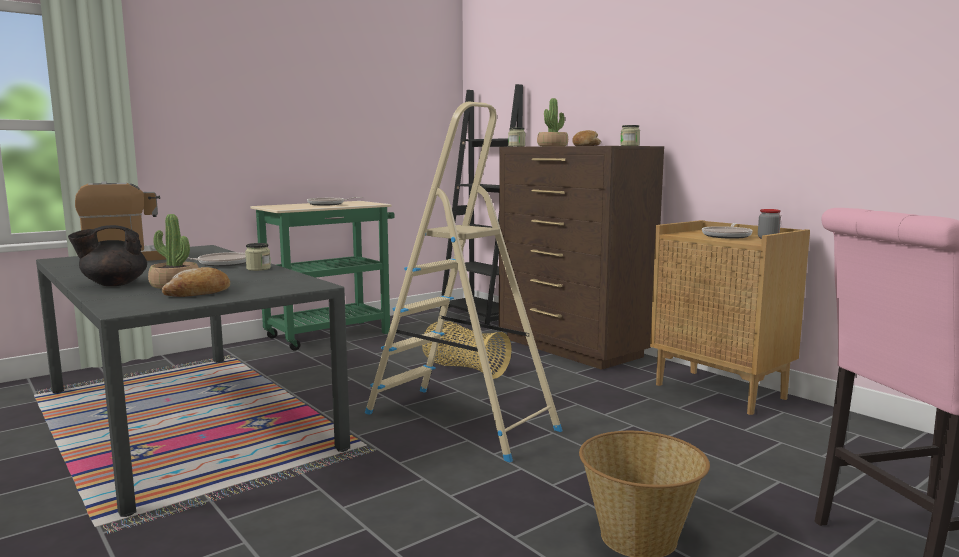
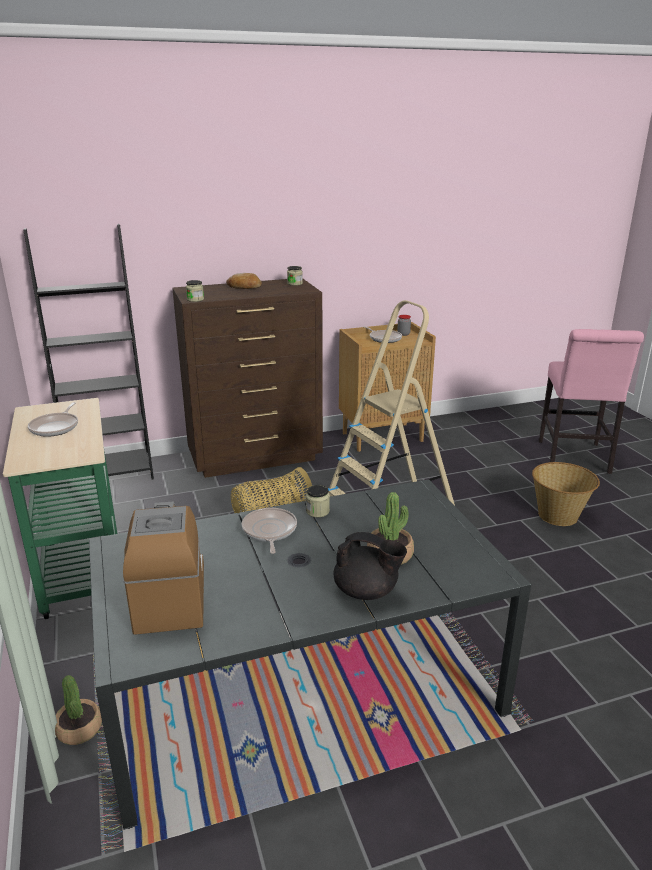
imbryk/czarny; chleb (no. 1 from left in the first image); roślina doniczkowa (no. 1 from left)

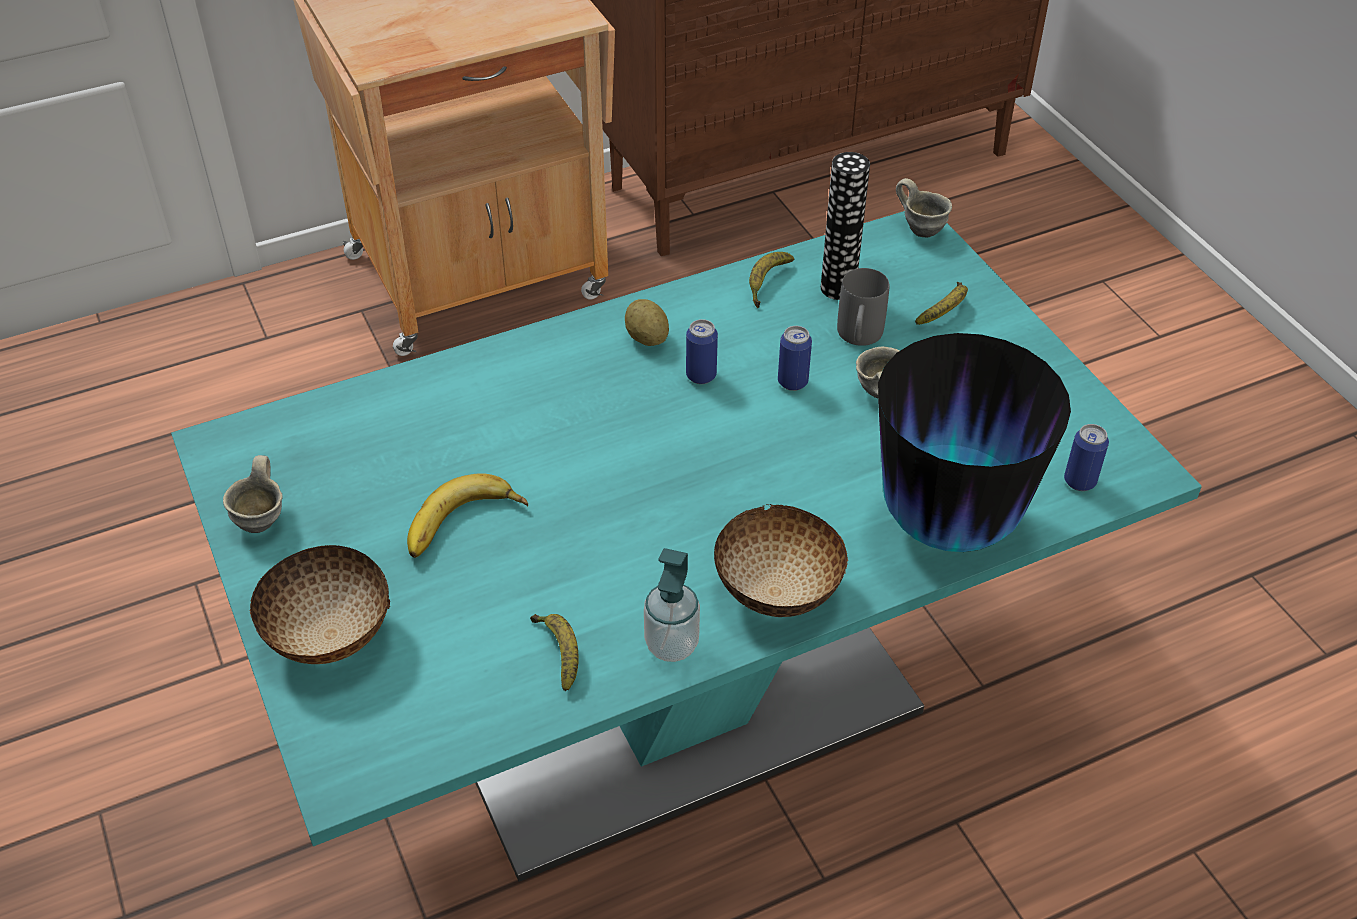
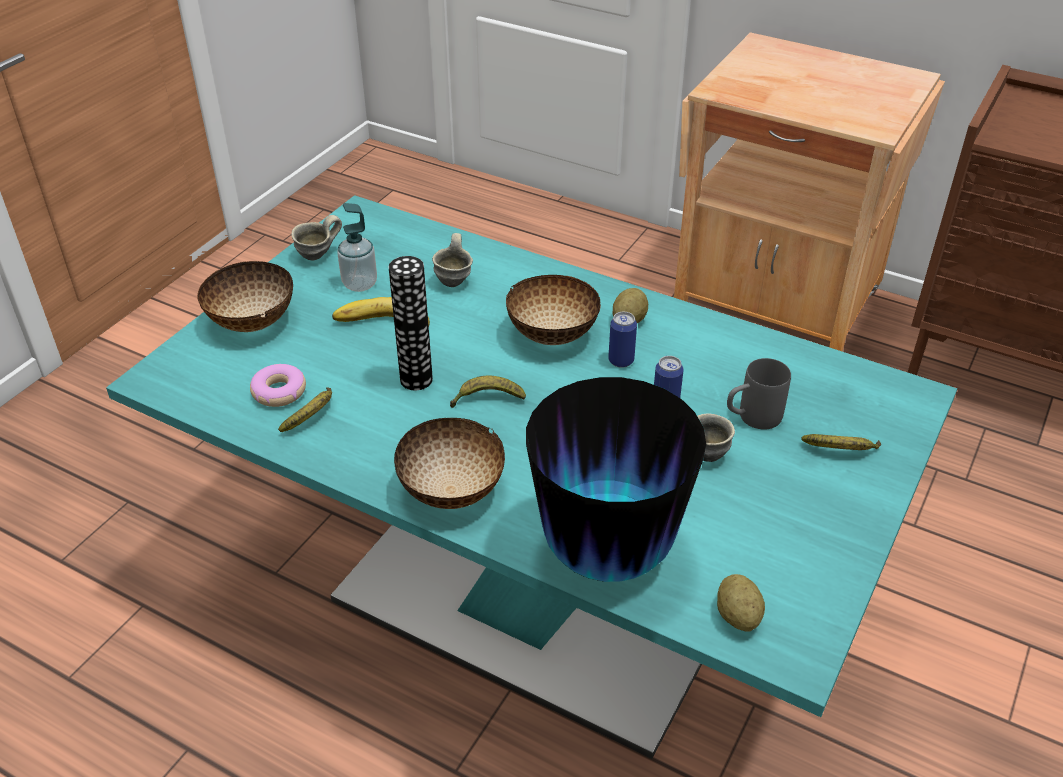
dozownik mydła; banan (no. 3 from left); wazon (no. 1 from left); kubek/szary (no. 2 from left); ziemniak (no. 2 from left); donut; miska (no. 3 from left)

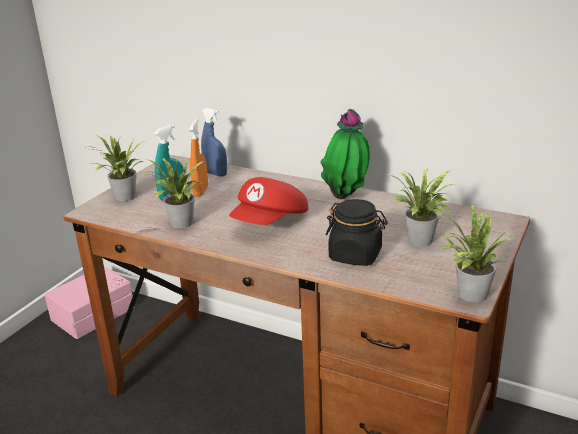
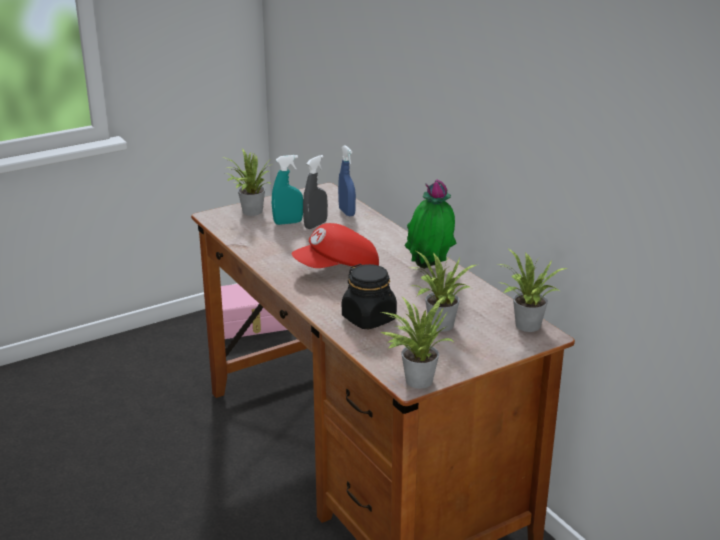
roślina doniczkowa (no. 5 from left); spryskiwacz/szary

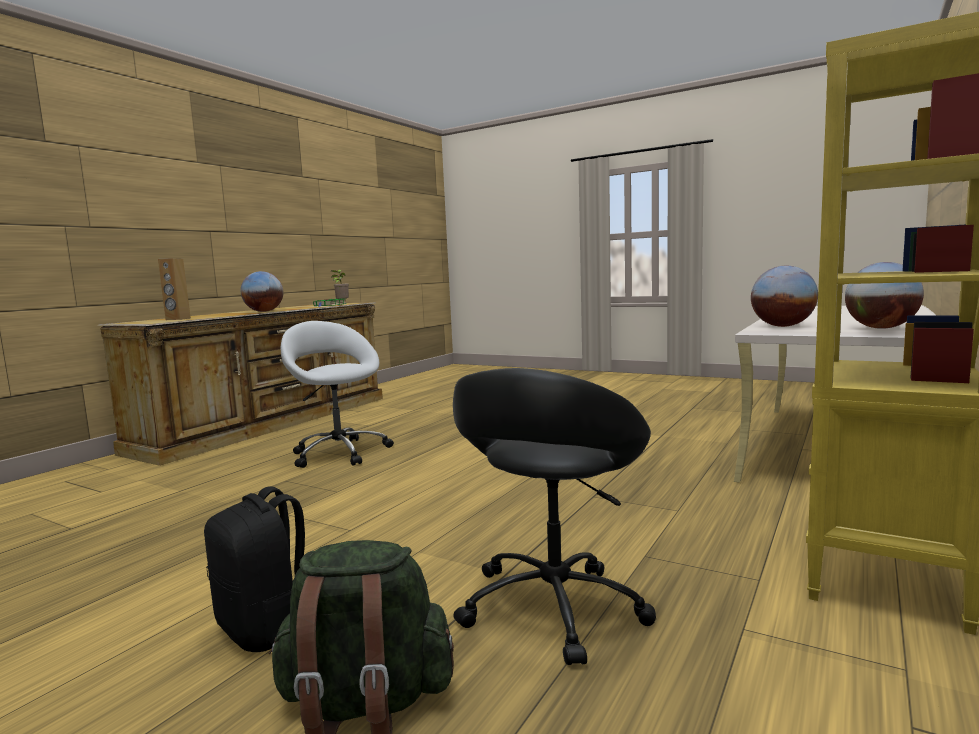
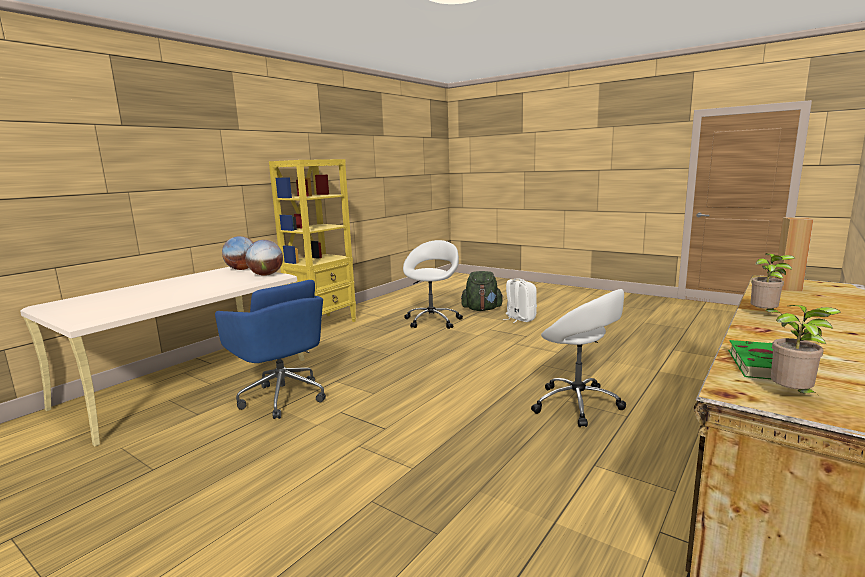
plecak/biały; roślina doniczkowa (no. 1 from left); krzesło biurowe/biały (no. 1 from left); krzesło biurowe/niebieski

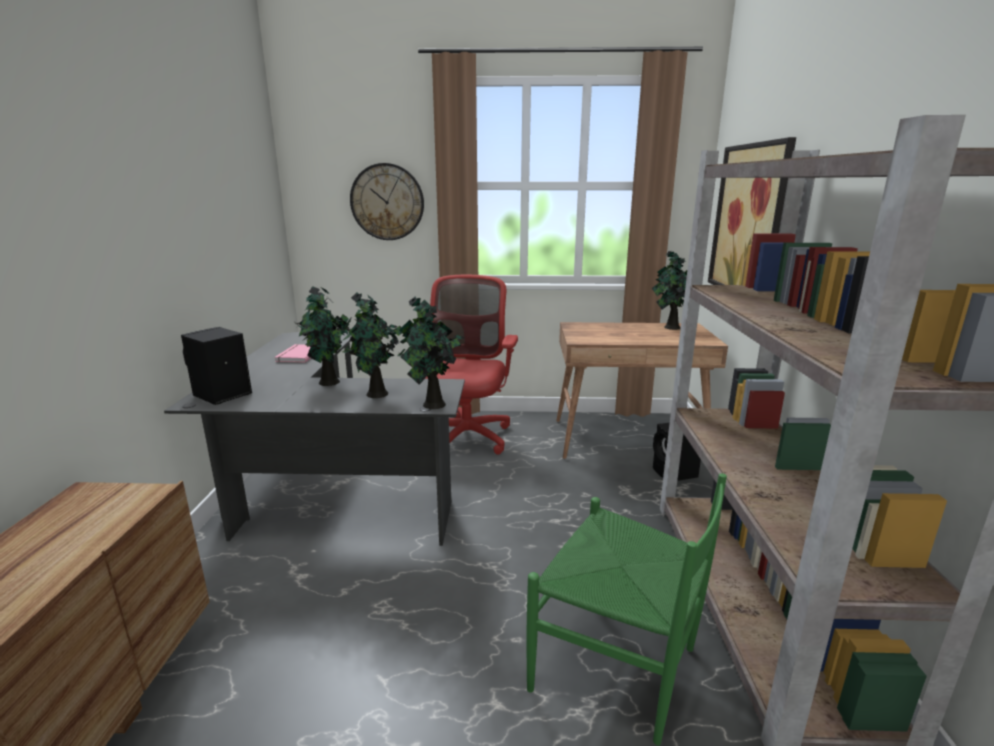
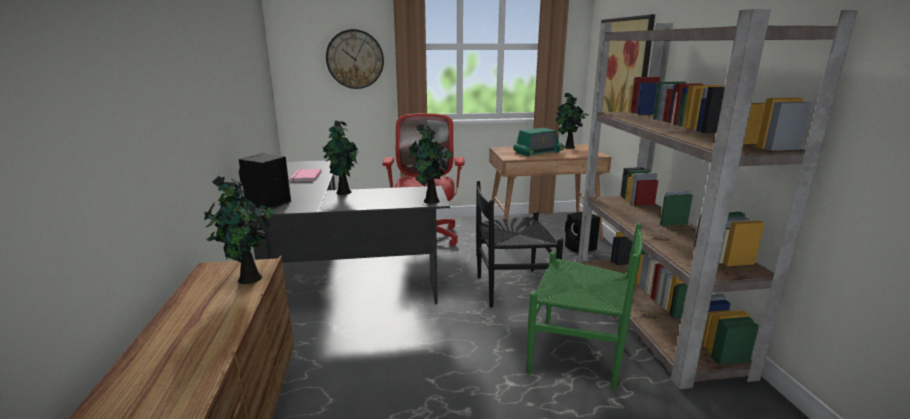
roślina doniczkowa (no. 1 from left); krzesło/czarny; radio

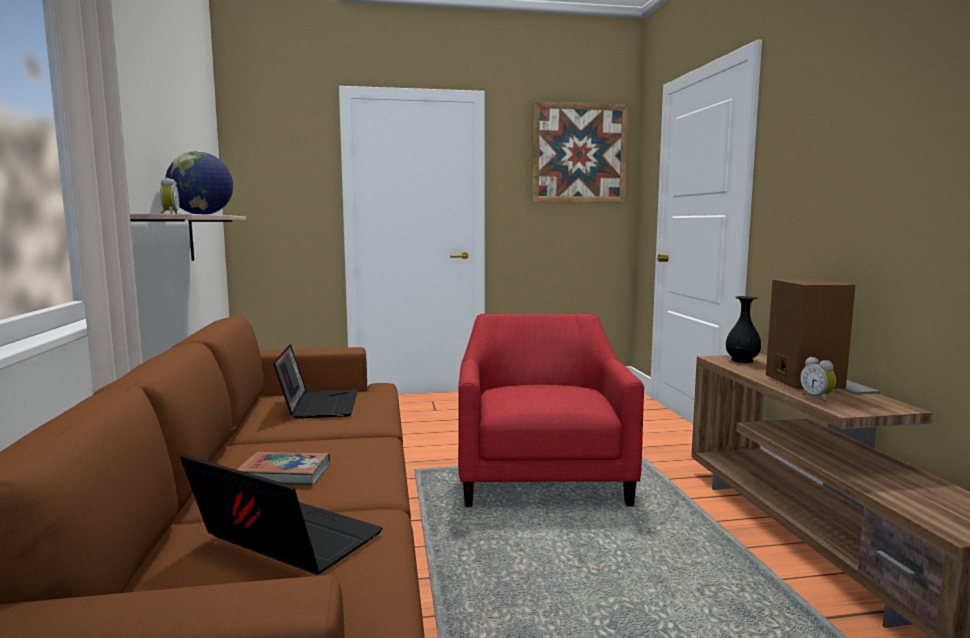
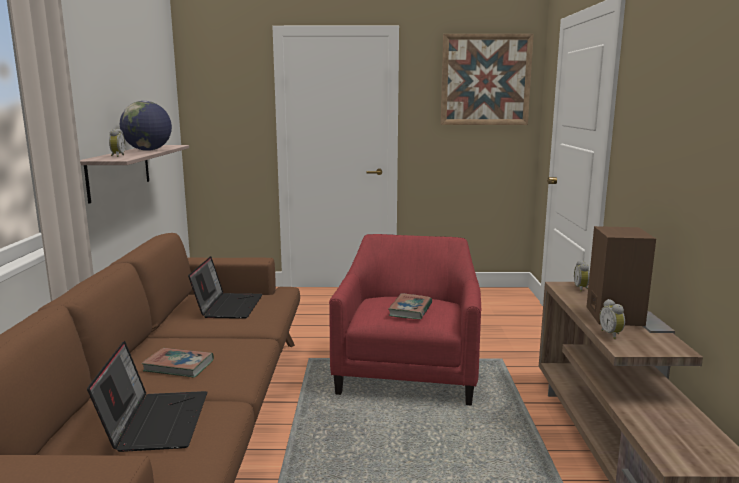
laptop (no. 1 from left); budzik (no. 2 from left); książka (no. 2 from left)

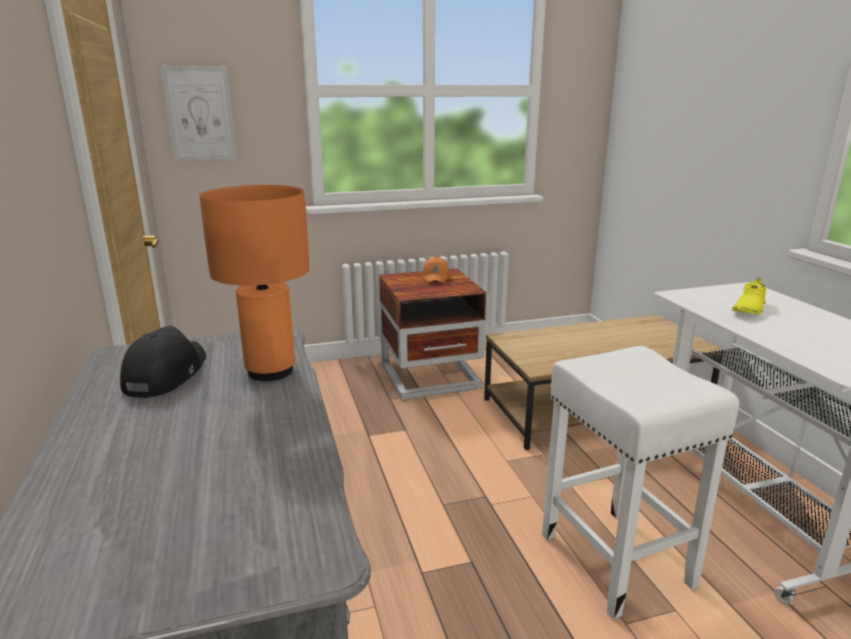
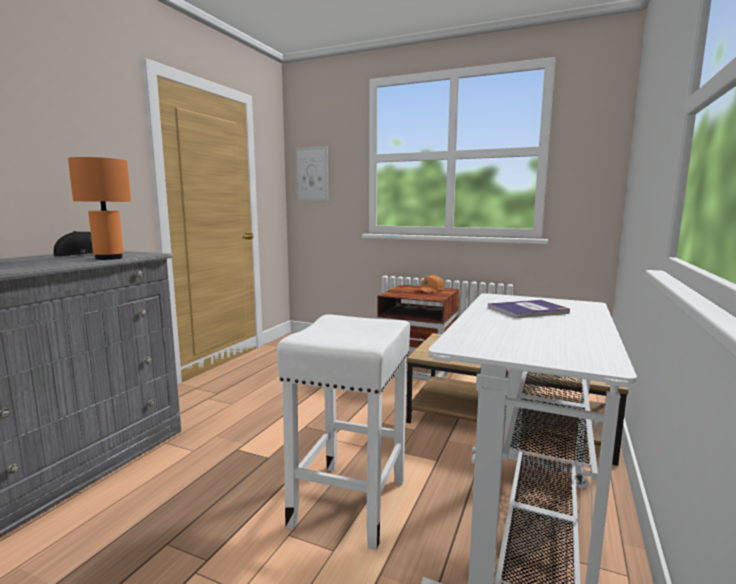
książka

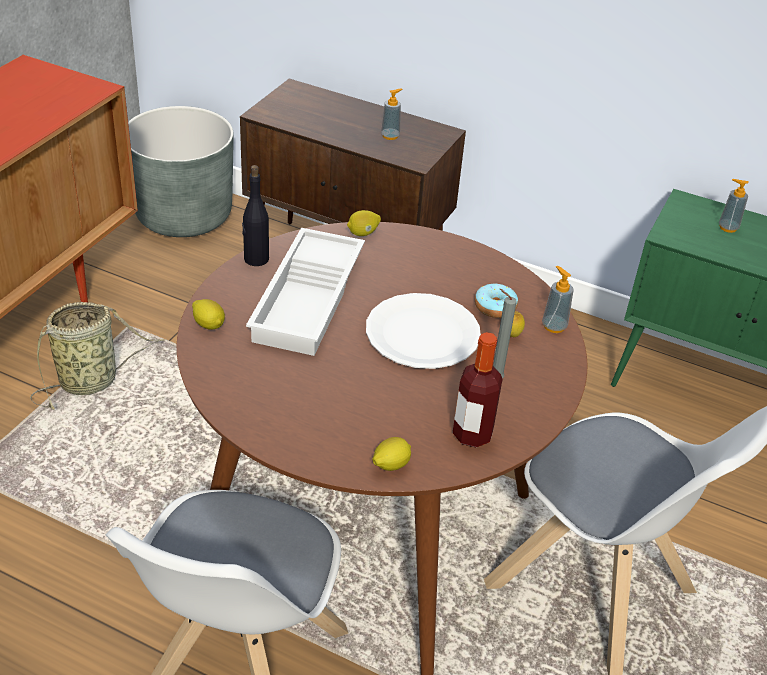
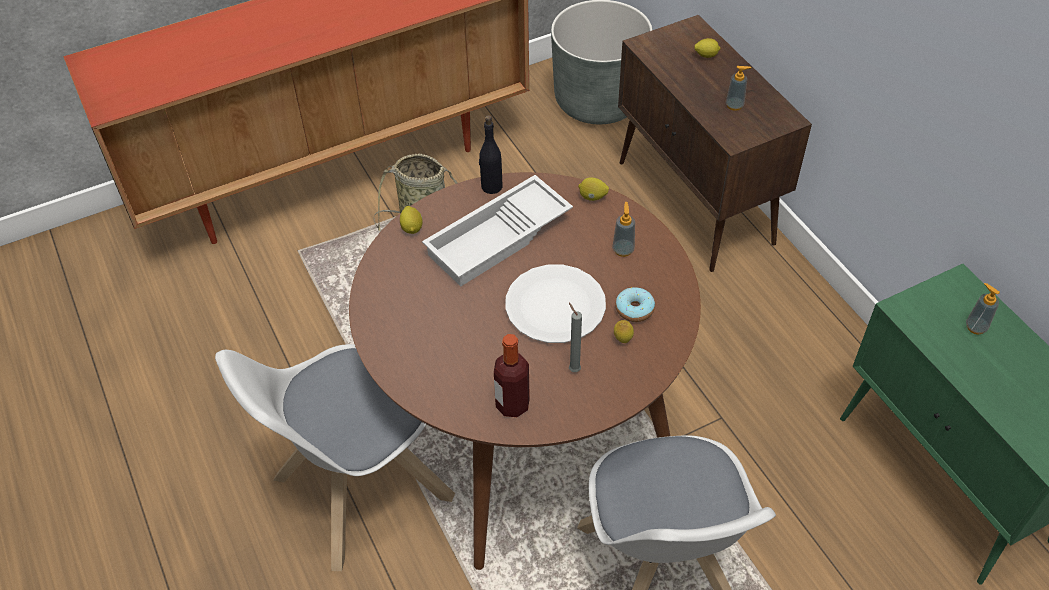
cytryna (no. 4 from left); dozownik mydła (no. 1 from left)

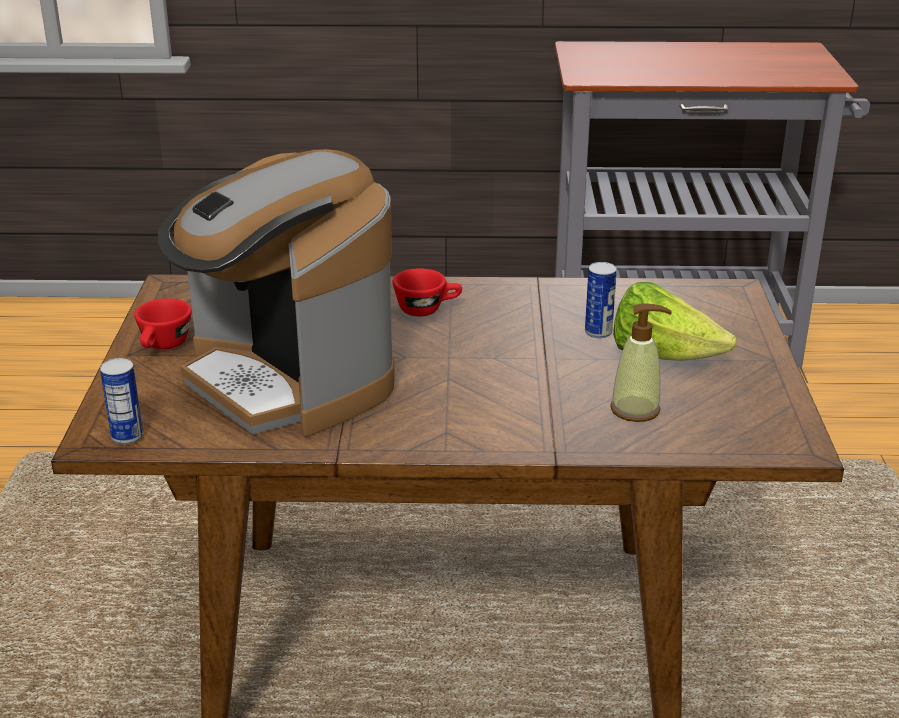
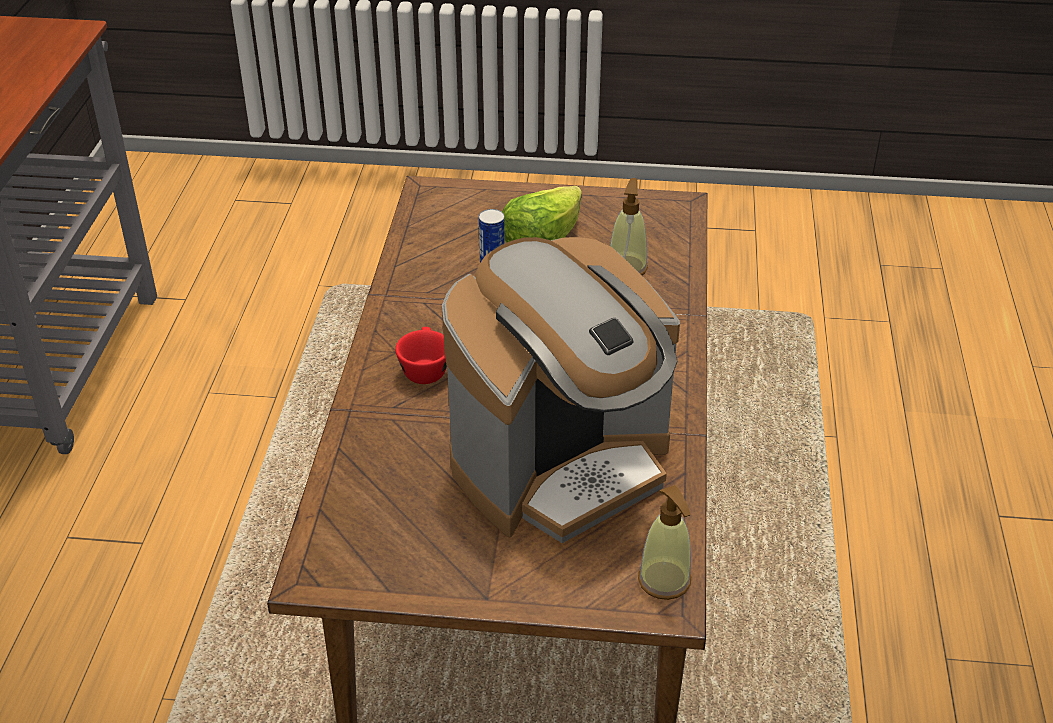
dozownik mydła (no. 2 from left); filiżanka/czerwony (no. 1 from left in the first image)

